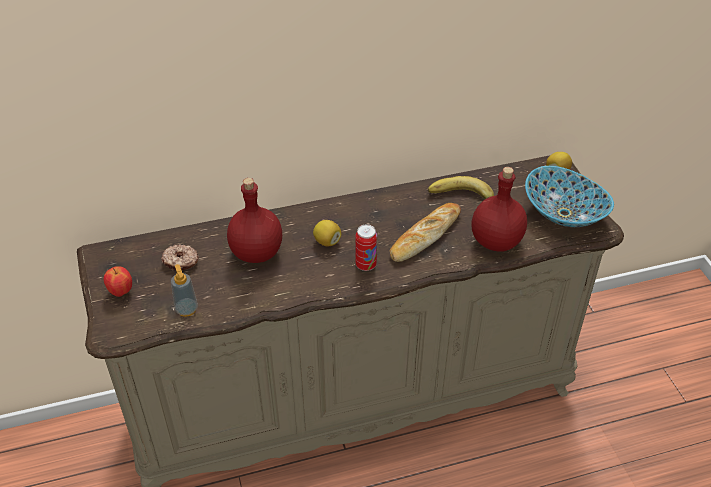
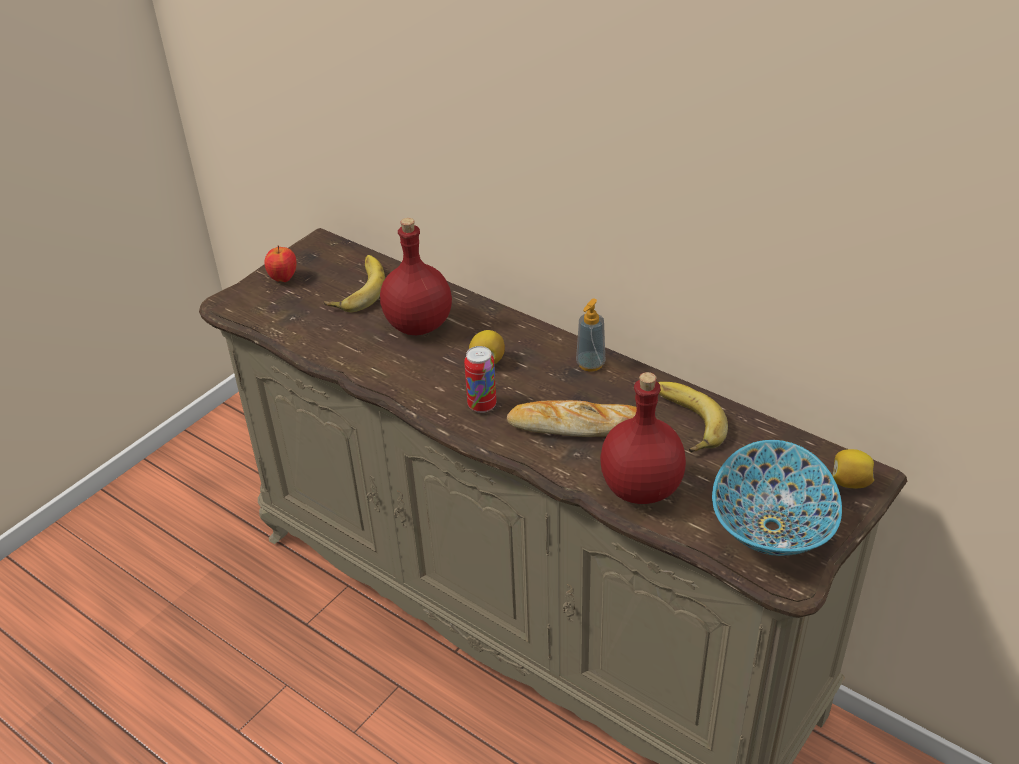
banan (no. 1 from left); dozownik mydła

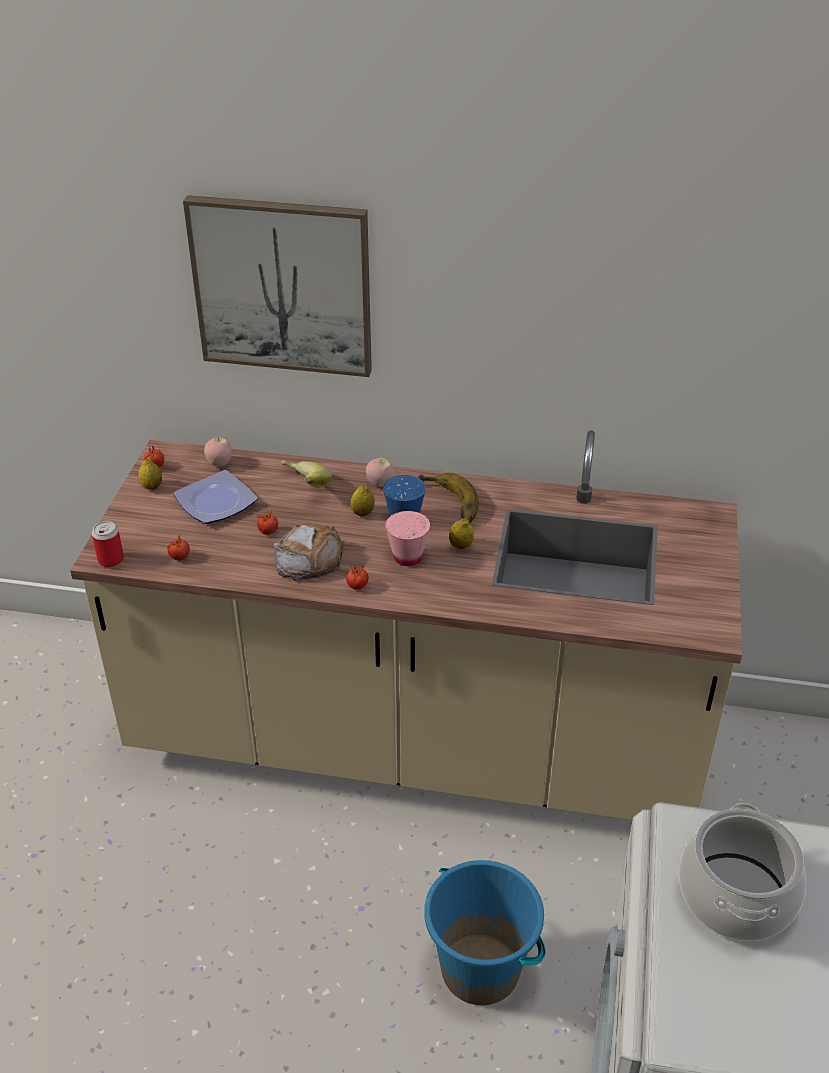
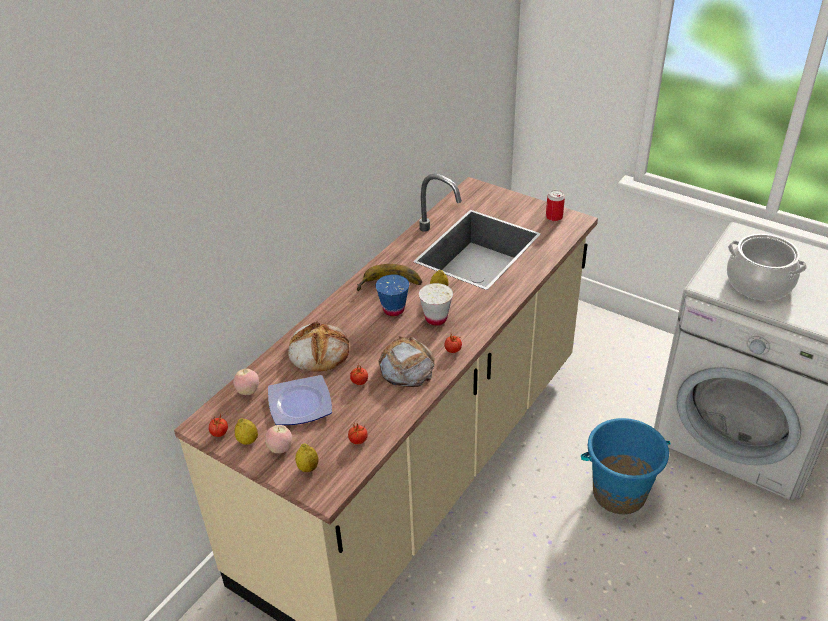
puszka; obraz; chleb (no. 1 from left); cytryna (no. 2 from left); jabłko (no. 2 from left); filiżanka/biały

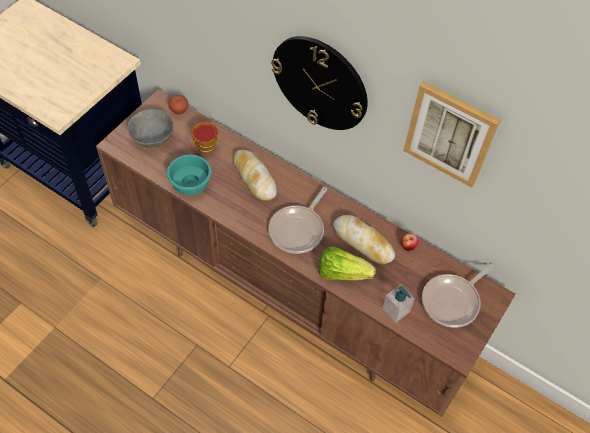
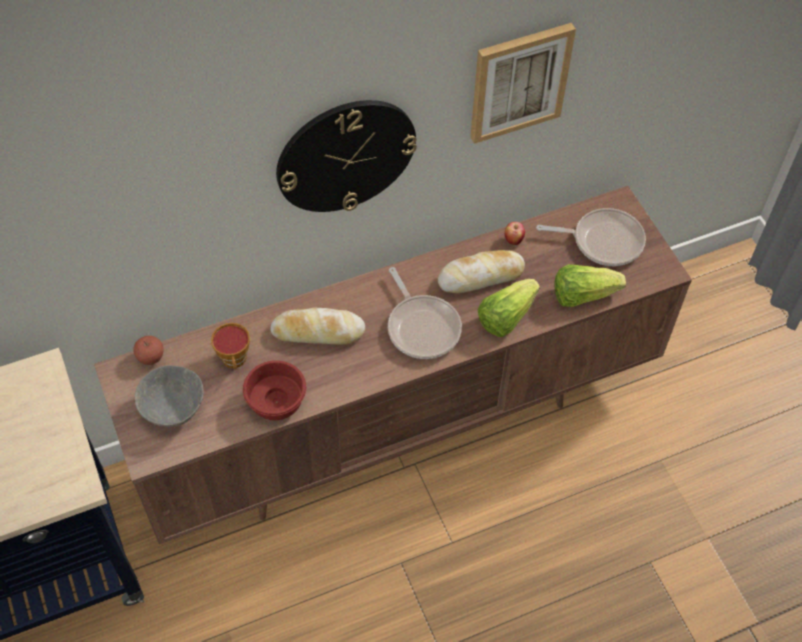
miska/czerwony; sałata (no. 2 from left); patelnia (no. 2 from left)

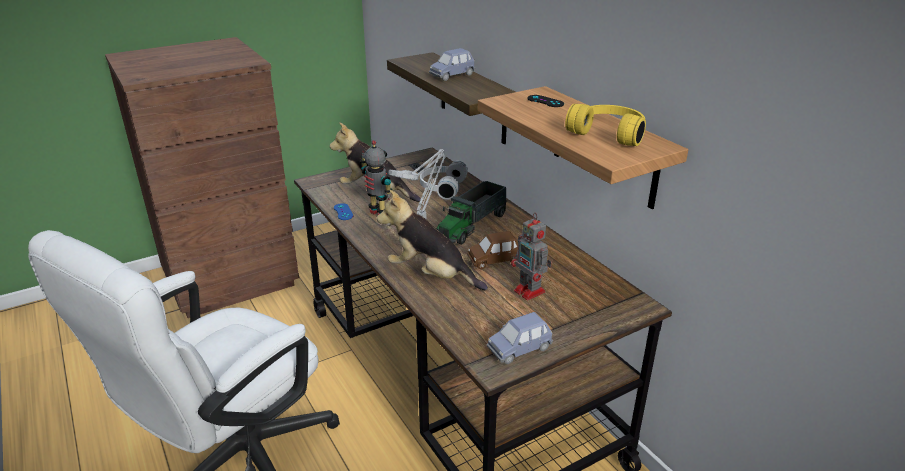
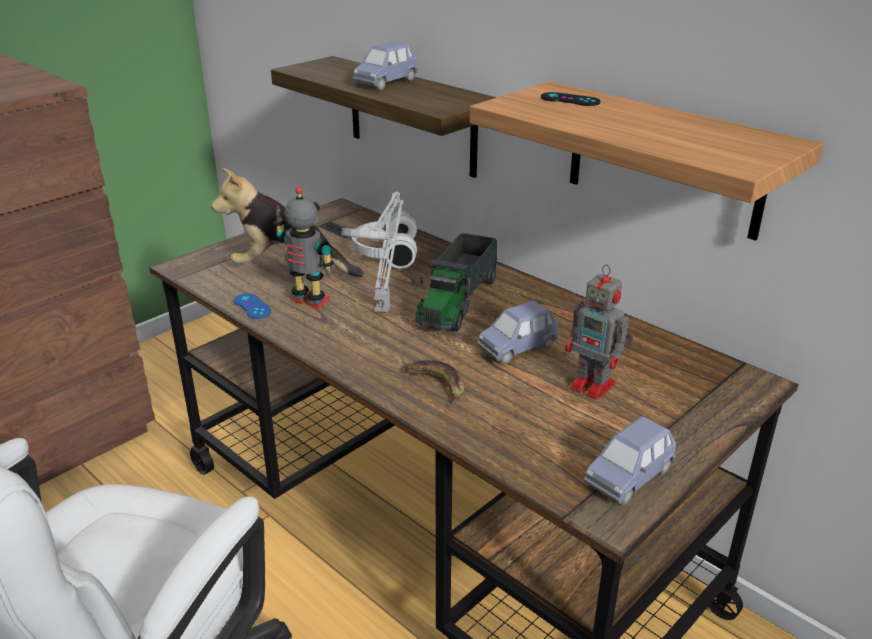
banan; samochodzik/niebieski (no. 2 from left); słuchawki/żółty

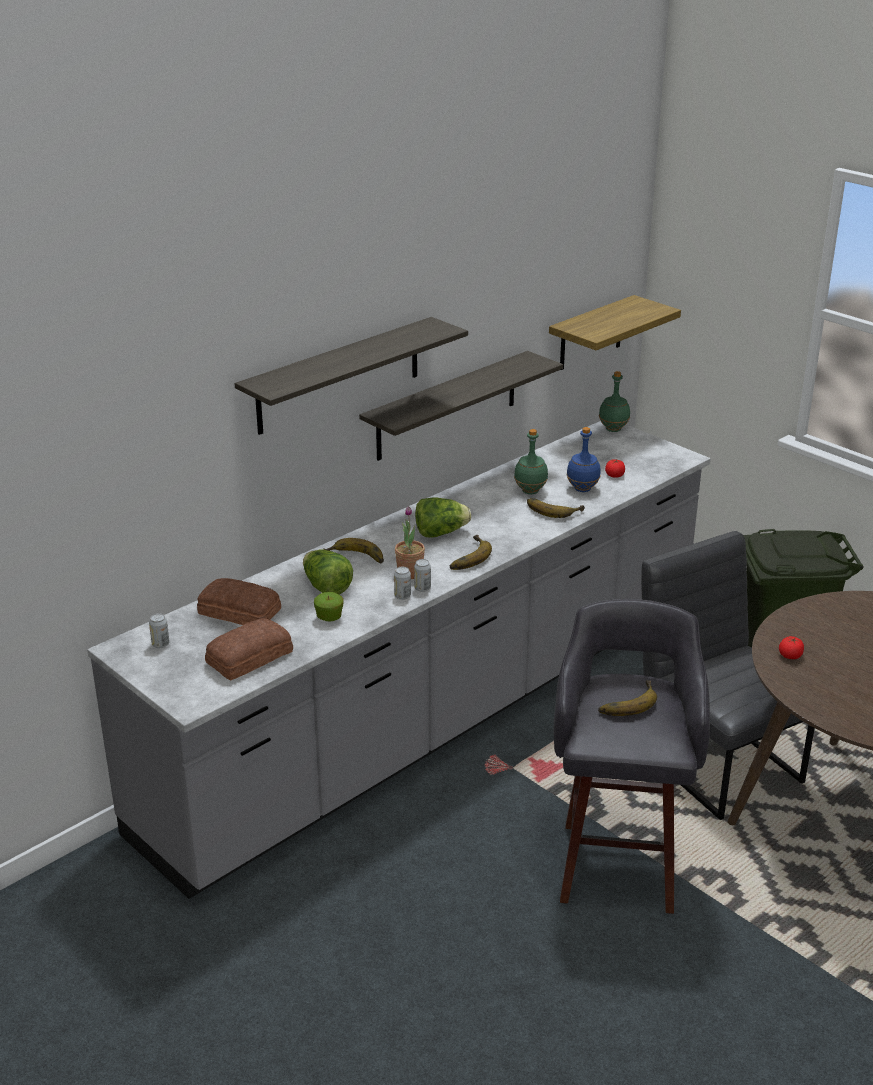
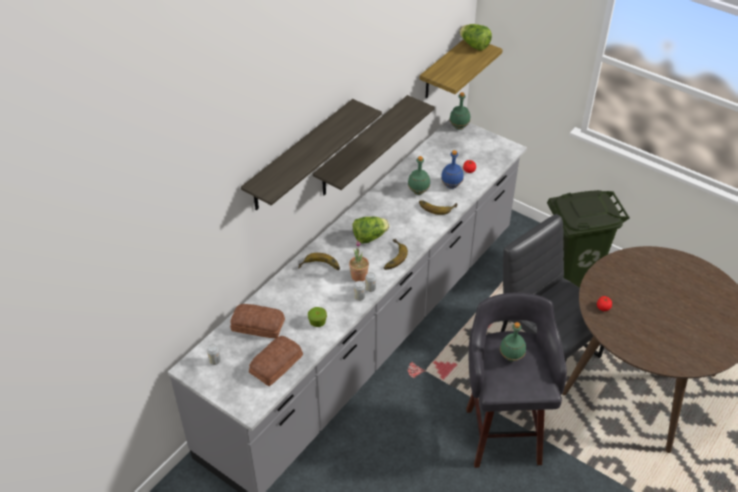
sałata (no. 2 from left); butelka/zielony (no. 3 from left)

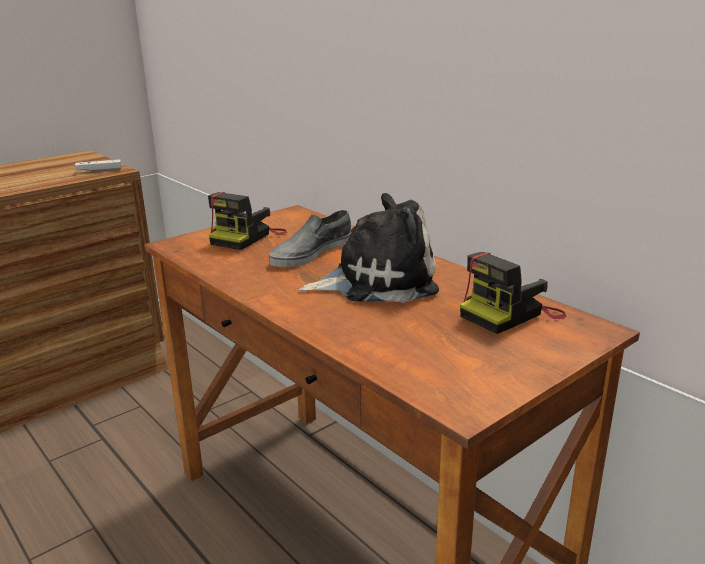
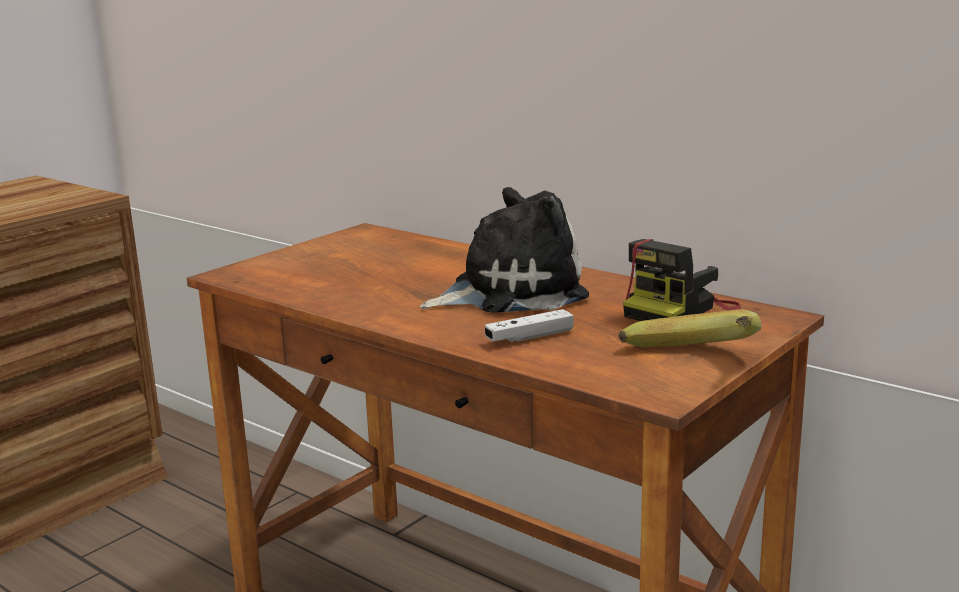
pad do gier/biały; aparat fotograficzny (no. 1 from left in the first image); but/szary; banan

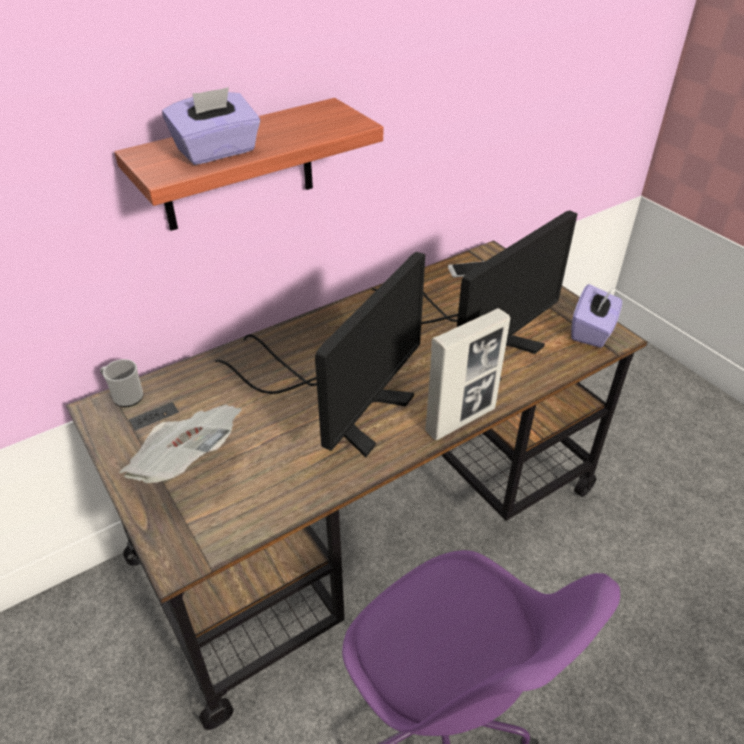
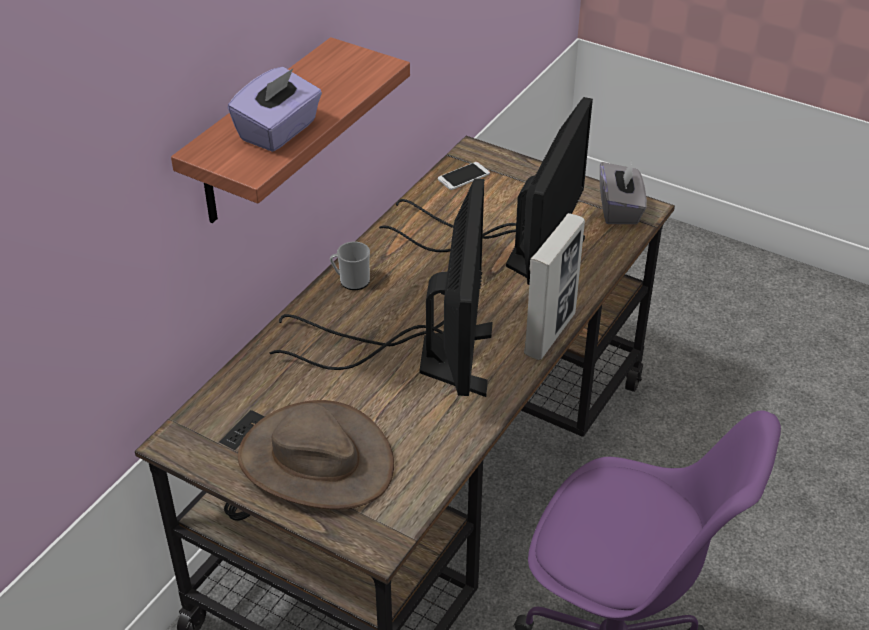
kubek; kapelusz/brązowy; pudełko chusteczek/szary

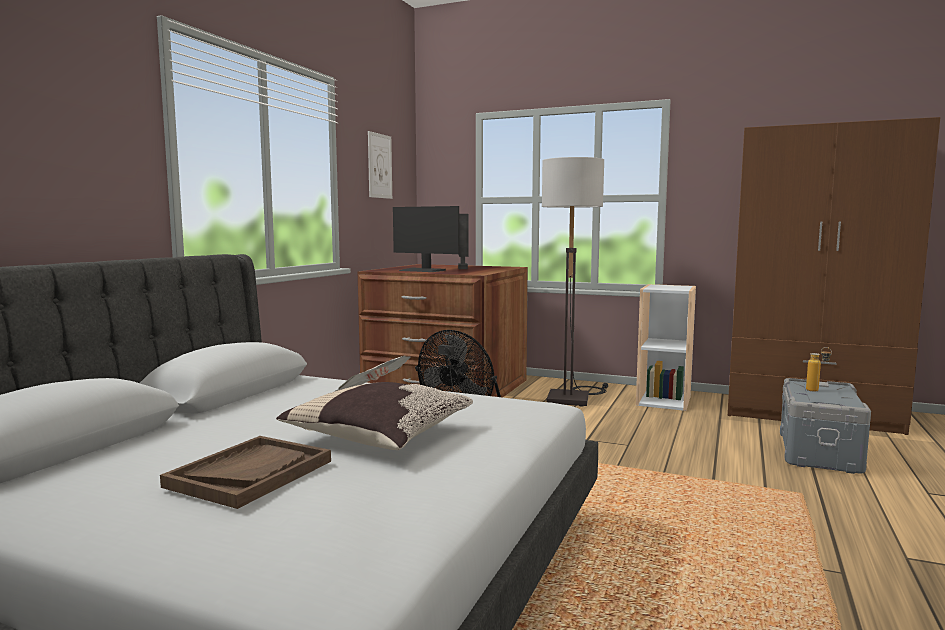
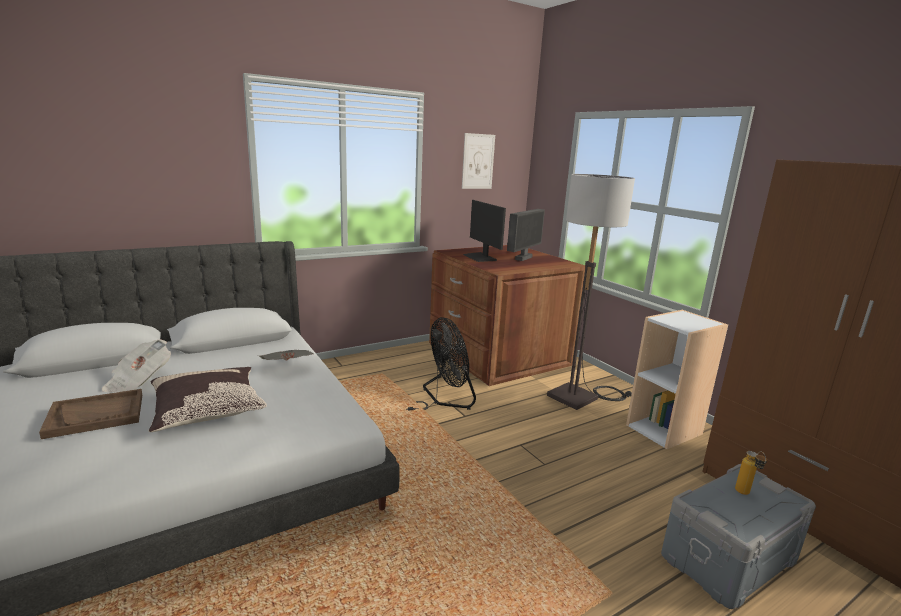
gazeta (no. 1 from left)

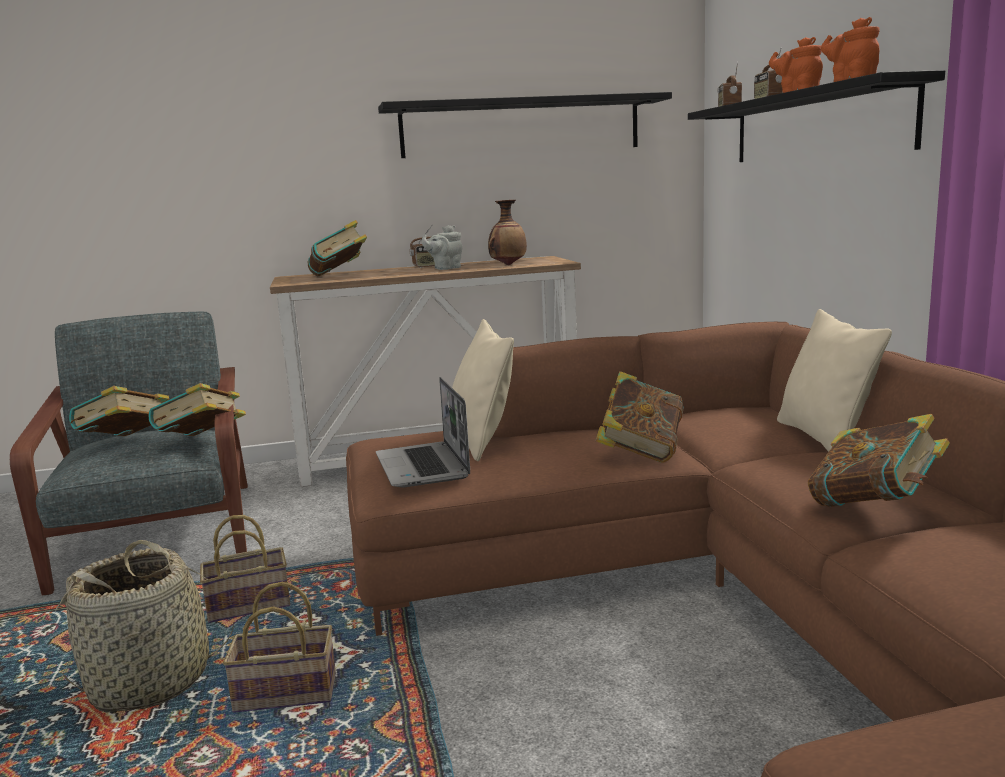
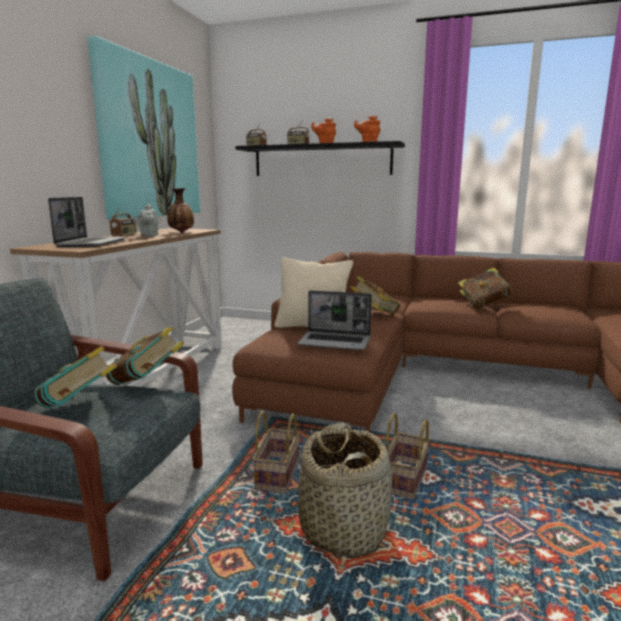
laptop (no. 1 from left); obraz; poduszka/beżowy (no. 2 from left in the first image)

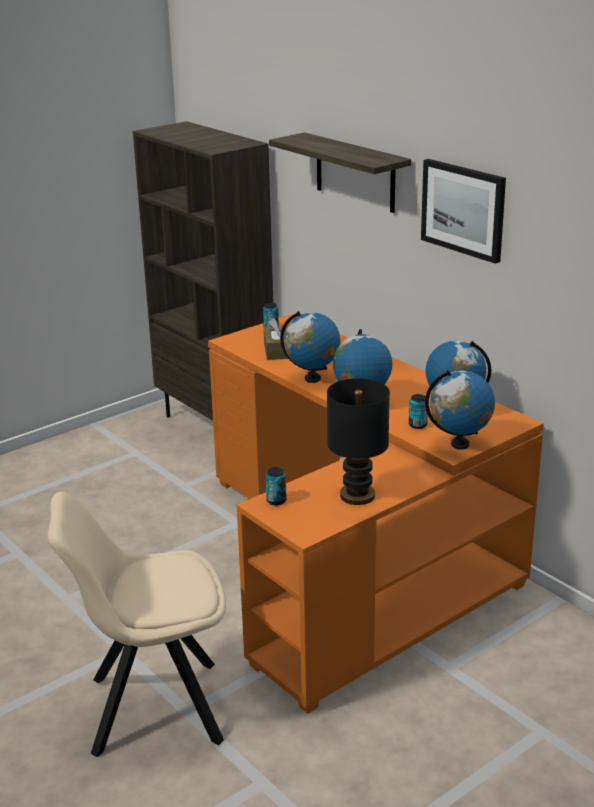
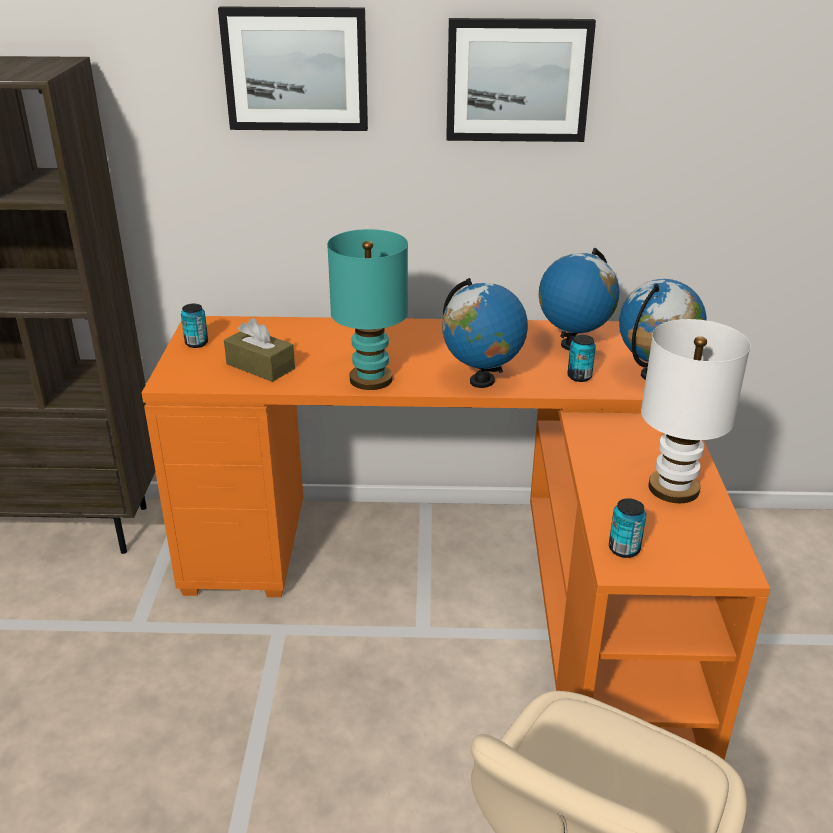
obraz (no. 1 from left); lampa stołowa/turkusowy; lampa stołowa/biały

